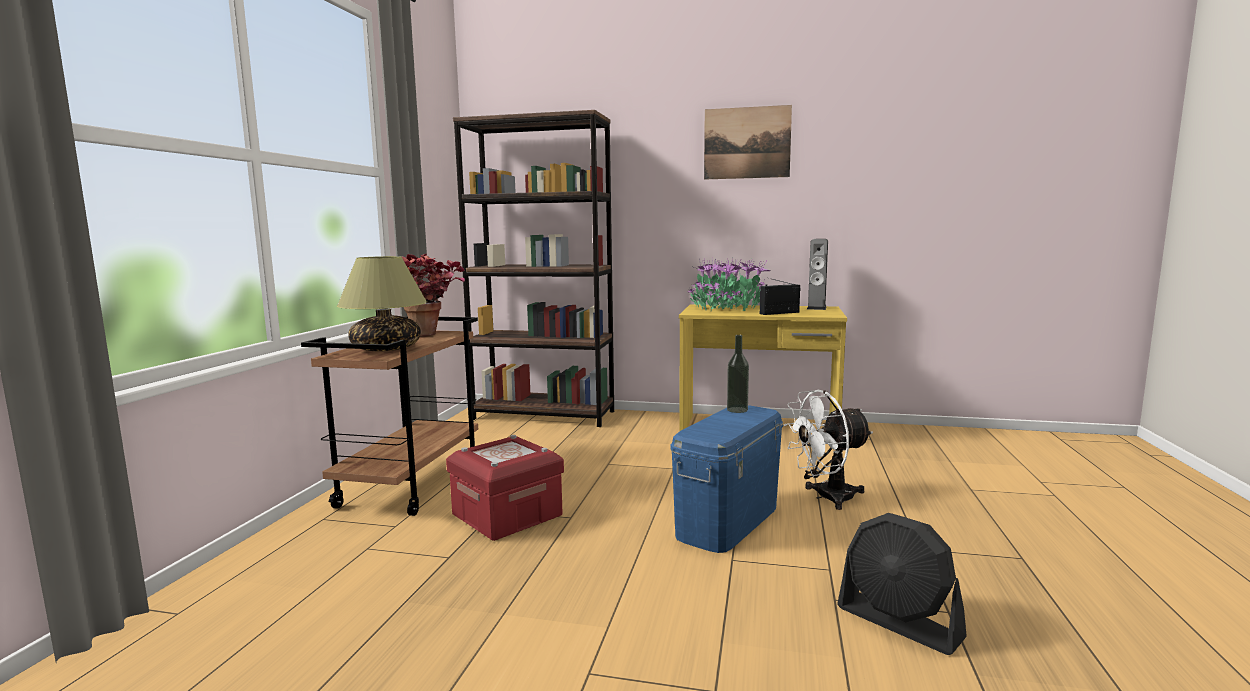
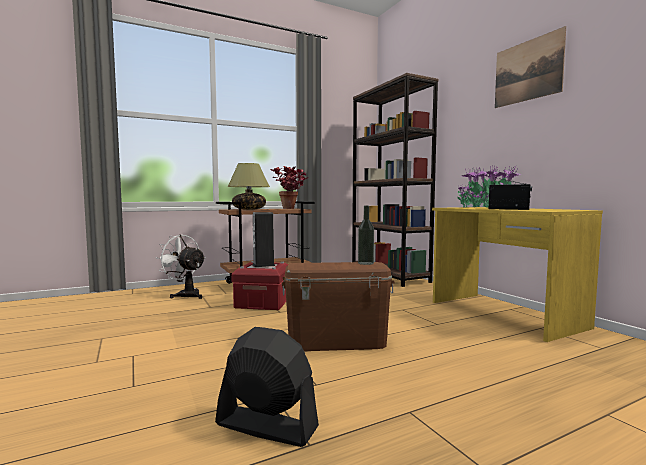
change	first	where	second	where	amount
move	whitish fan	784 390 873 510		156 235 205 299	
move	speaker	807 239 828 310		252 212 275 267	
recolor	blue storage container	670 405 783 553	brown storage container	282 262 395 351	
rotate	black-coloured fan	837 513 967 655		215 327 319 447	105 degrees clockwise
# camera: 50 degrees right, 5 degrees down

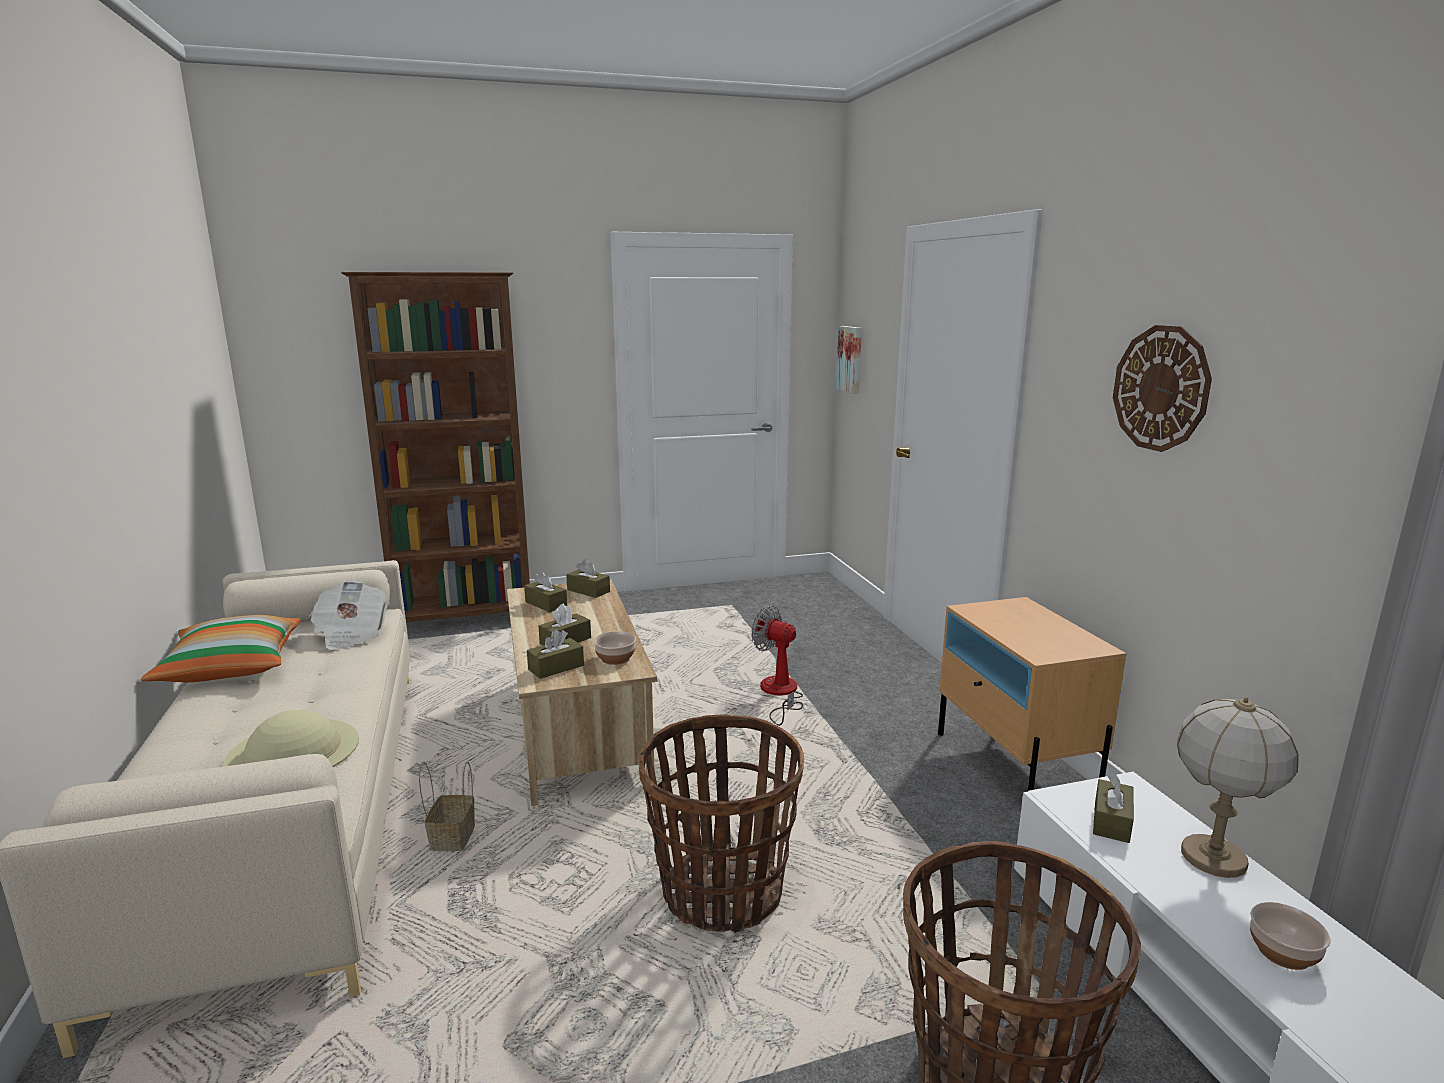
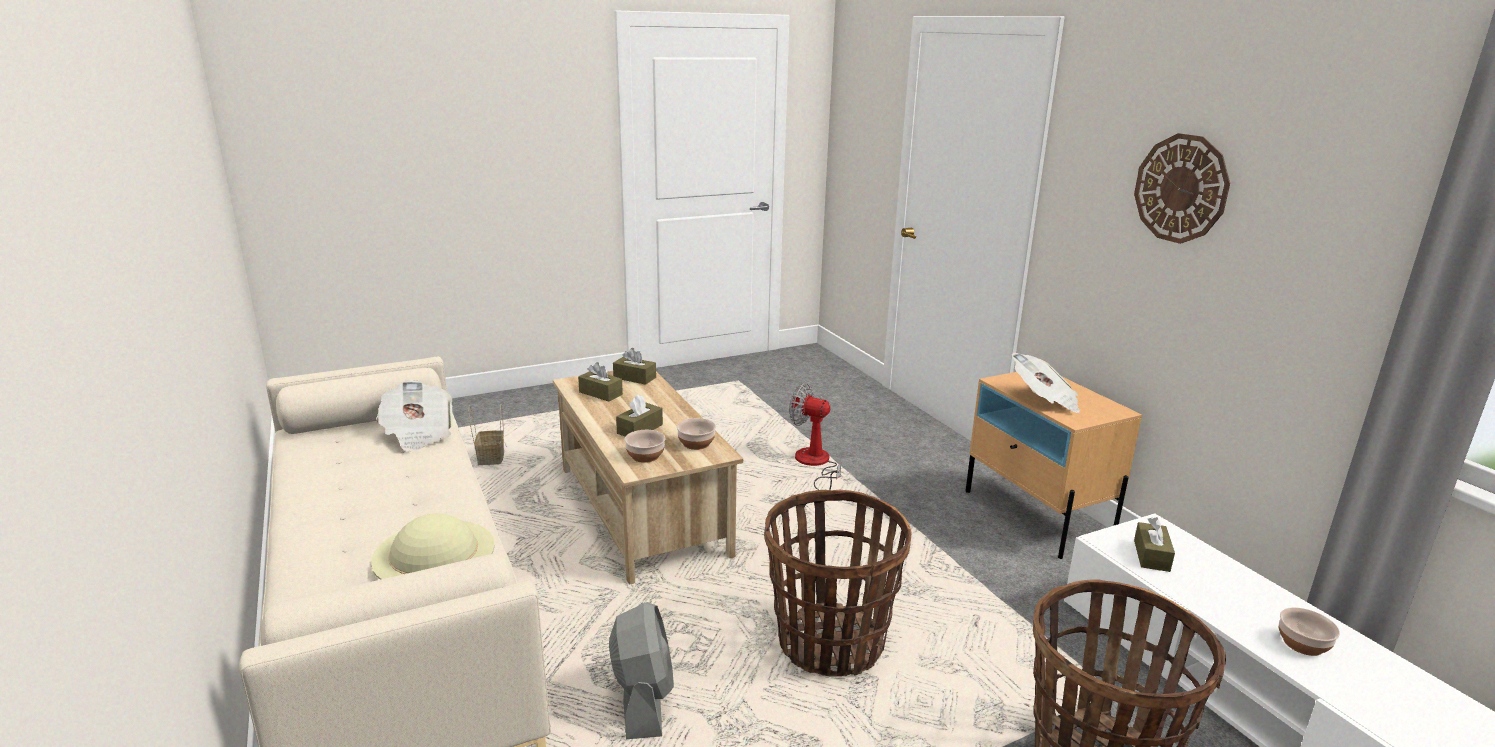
change	first	where	second	where	amount
delete	cushion	141 615 301 682			
delete	brown bookshelf	341 272 530 622			
delete	wall picture	836 326 862 394			
delete	table lamp	1177 697 1299 878			
insert			grey fan	609 602 674 739	
insert			newspaper	1012 352 1080 413	
move	household basket	419 761 475 851		468 404 504 465	
replace	brown box of tissues	527 629 584 679	bowl	625 430 665 463	
# camera: 10 degrees left, 5 degrees up

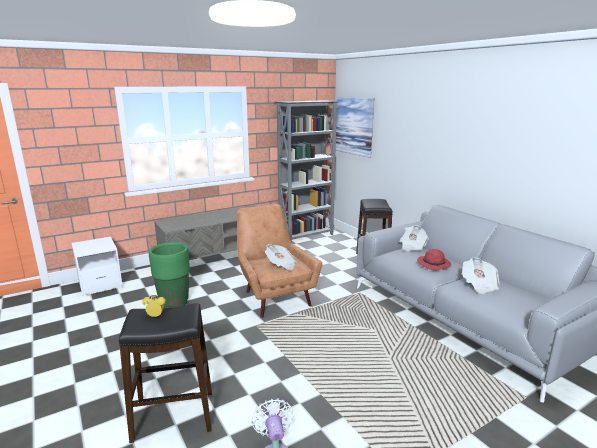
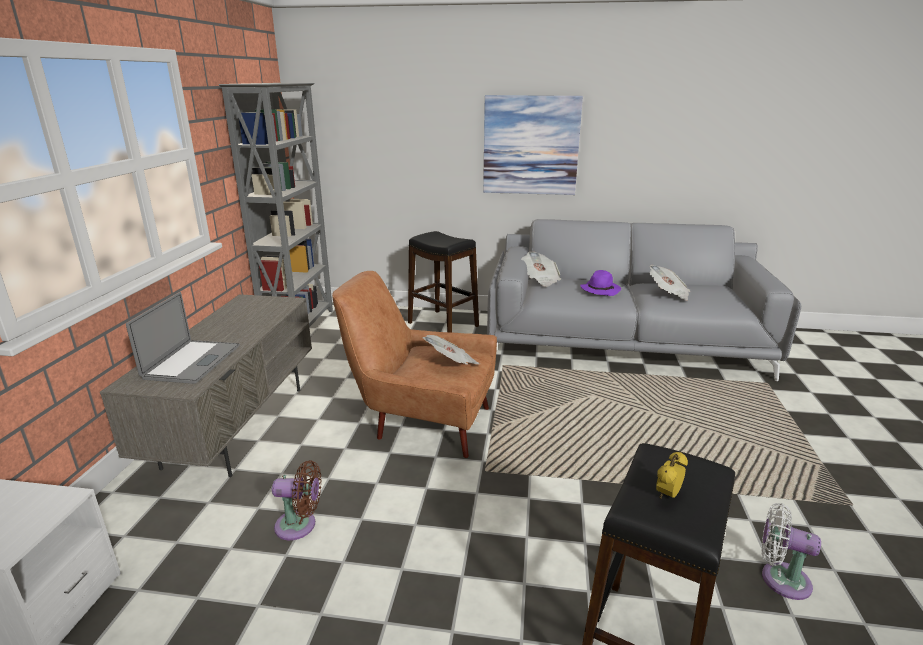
change	first	where	second	where	amount
insert			portable computer	126 292 240 384	
move	wall picture	336 97 374 158		483 95 583 195	
replace	green plant pot	149 242 190 308	brown fan	272 460 322 540	
recolor	reddish wearable hat	417 249 451 271	purple-coloured wearable hat	580 270 621 296	
# camera: 50 degrees left, 5 degrees up

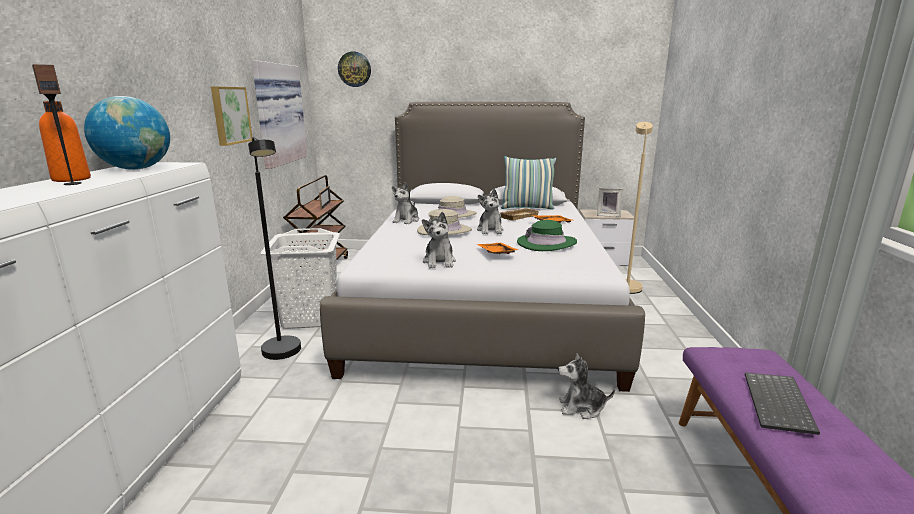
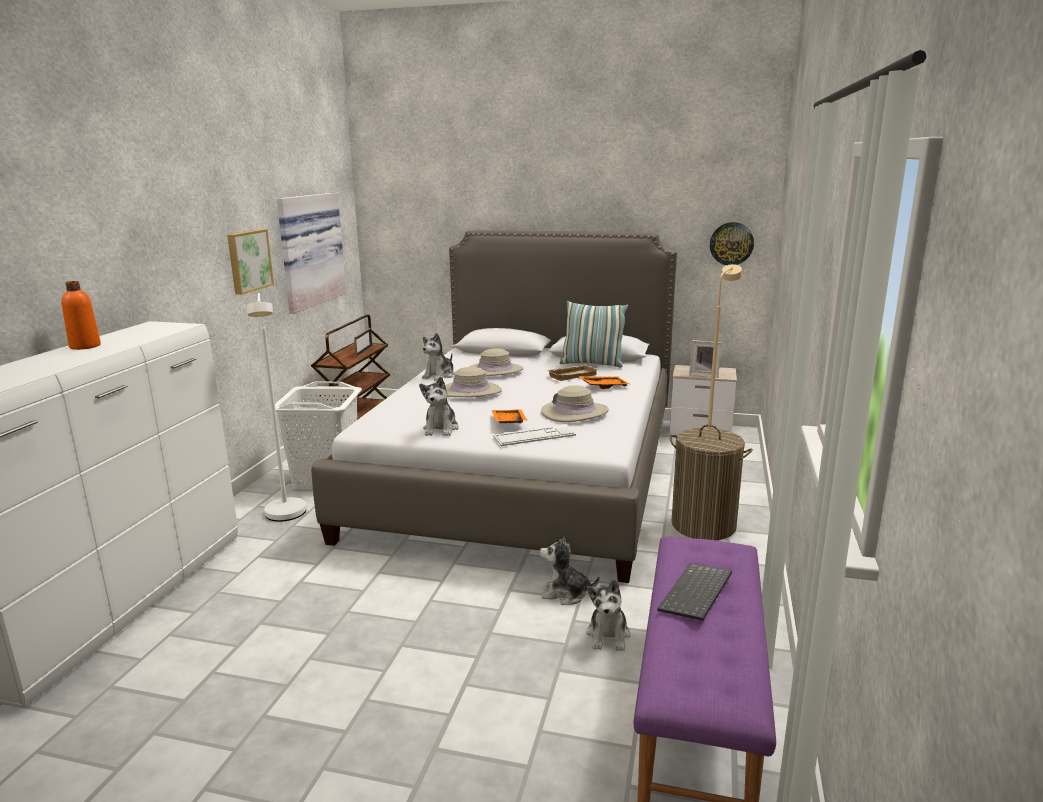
change	first	where	second	where	amount
delete	speaker	32 64 82 185			
delete	world globe	84 96 170 170			
insert			keyboard	493 425 576 446	
insert			laundry basket	670 425 753 540	
move	wall clock	338 51 371 87		710 222 754 265	
move	cuddly toy	477 189 504 234		587 579 630 651	
recolor	black-coloured standing lamp	248 136 301 360	whitish standing lamp	246 293 306 522	
recolor	green wearable hat	517 220 577 251	sand-coloured wearable hat	541 386 609 422	
# camera: 10 degrees right, 0 degrees up

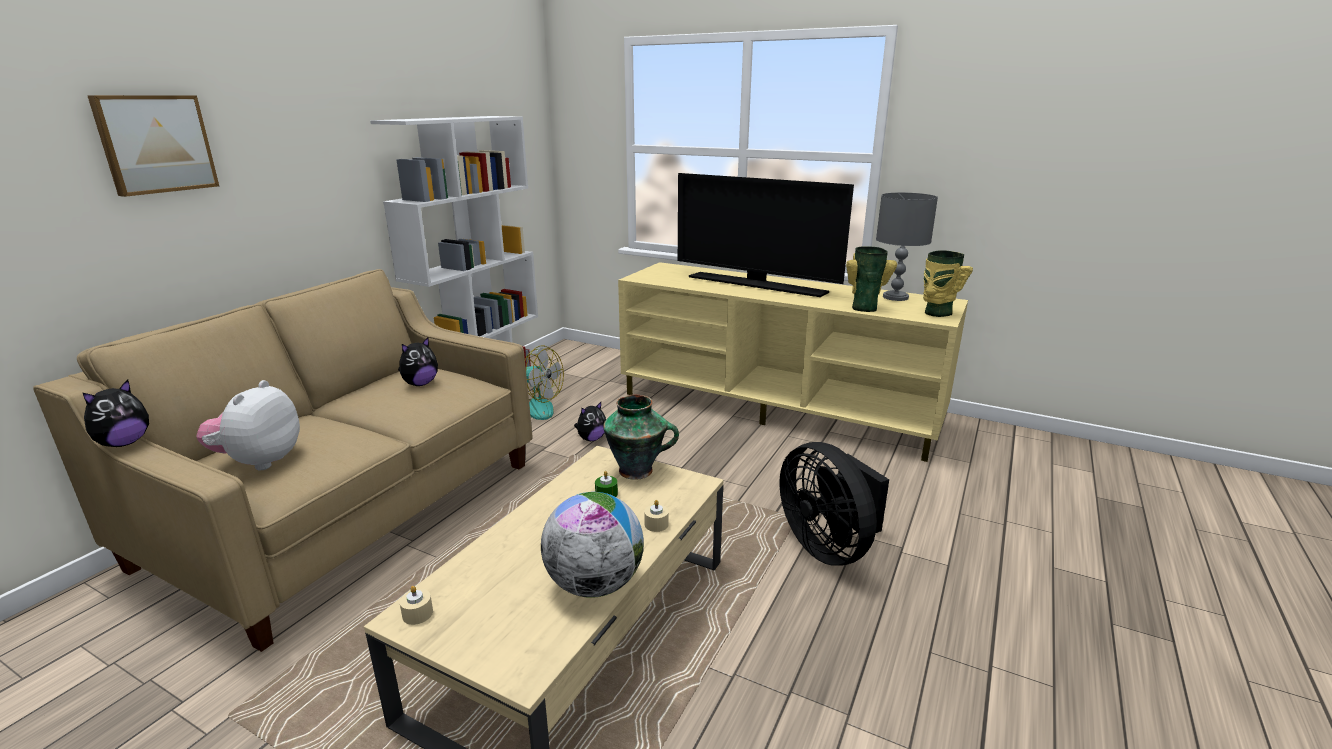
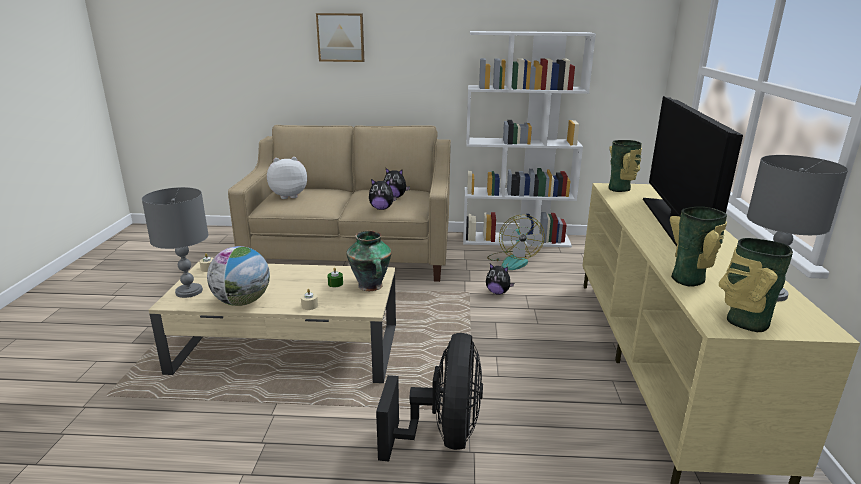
change	first	where	second	where	amount
insert			grey table lamp	142 187 209 298	
insert			decorative vase	608 140 642 192	
move	cuddly toy	83 380 149 447		369 179 397 210	
rotate	black-coloured fan	780 442 889 566		376 333 483 461	150 degrees clockwise
# camera: 65 degrees right, 0 degrees up

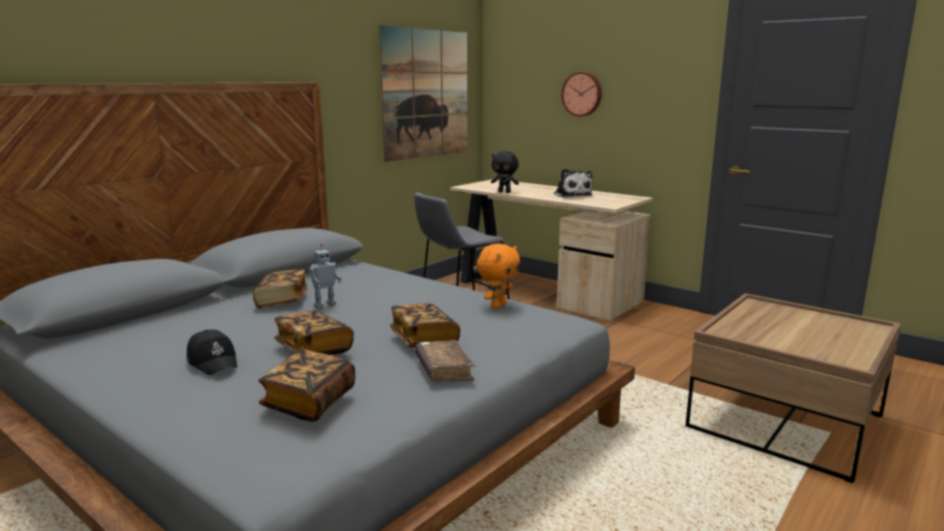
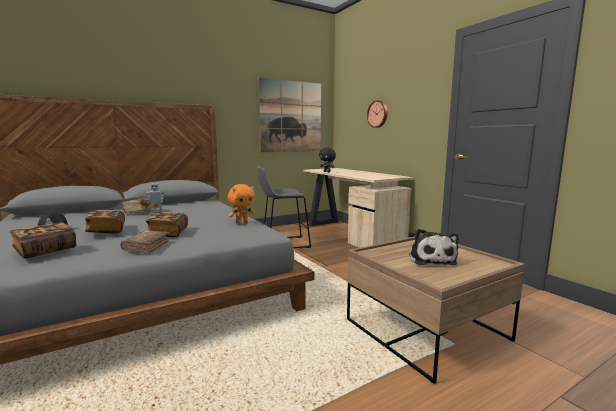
change	first	where	second	where	amount
move	cuddly toy	554 169 593 198		409 228 459 265	
# camera: 20 degrees right, 5 degrees down

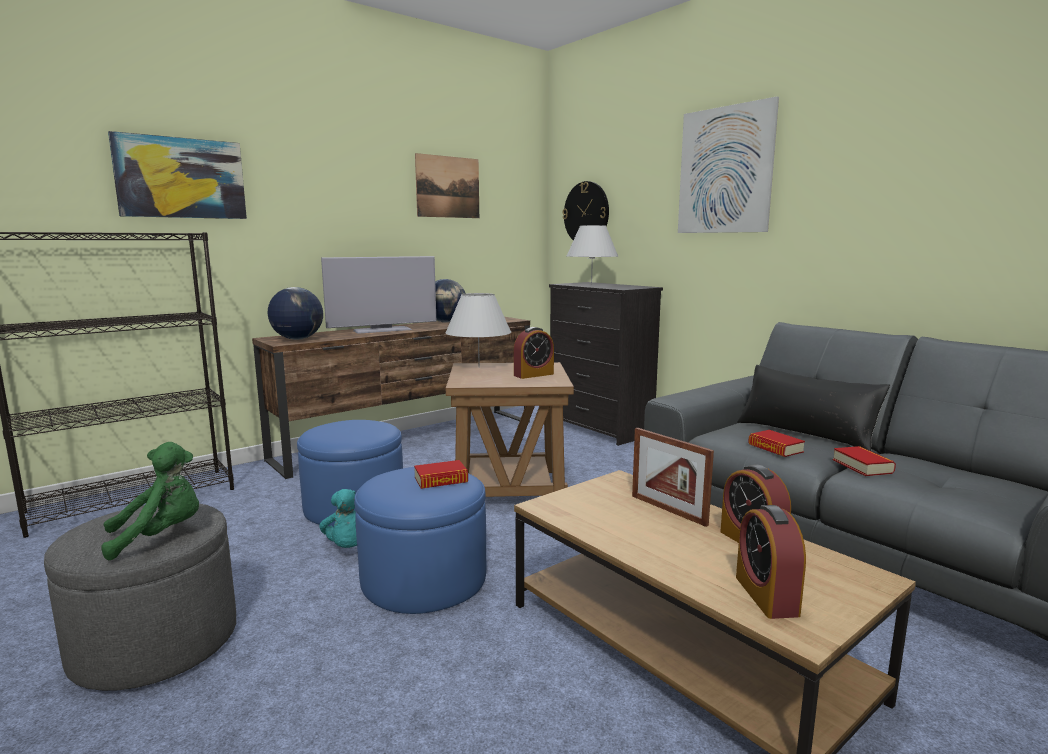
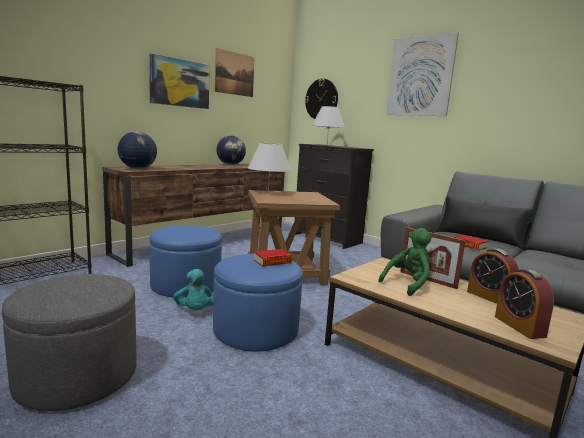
change	first	where	second	where	amount
delete	TV	321 256 436 334			
delete	alarm clock	514 327 554 379			
delete	book	833 446 896 476			
move	green cuddly toy	101 442 199 560		378 228 432 296	
move	wall picture	108 131 247 219		149 54 210 109	
# camera: 10 degrees left, 0 degrees up

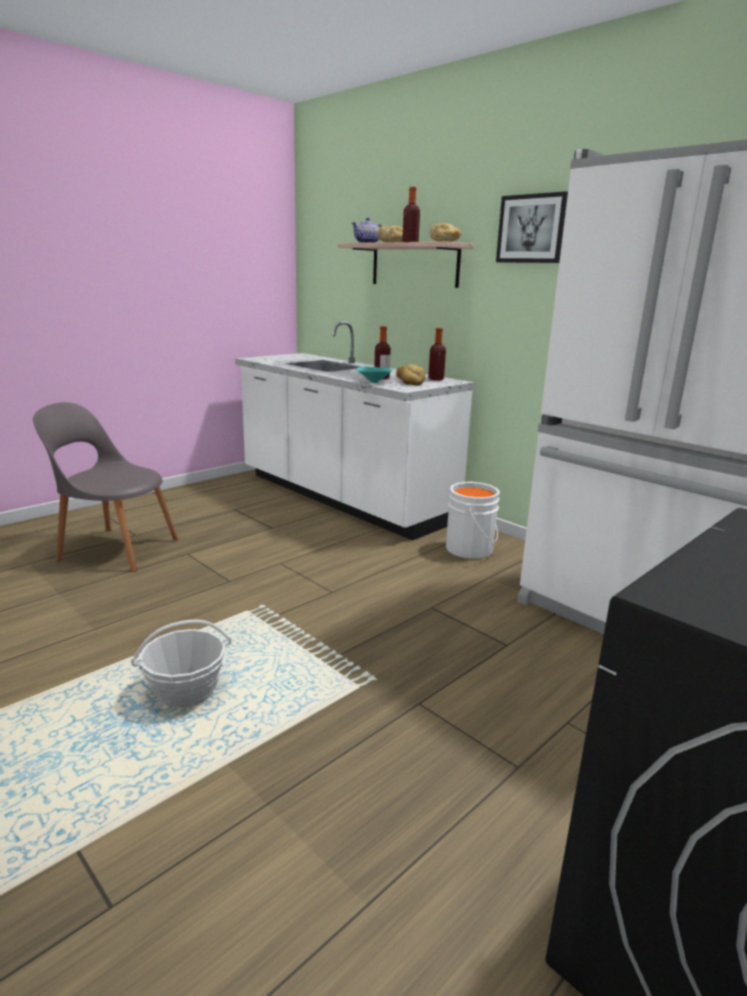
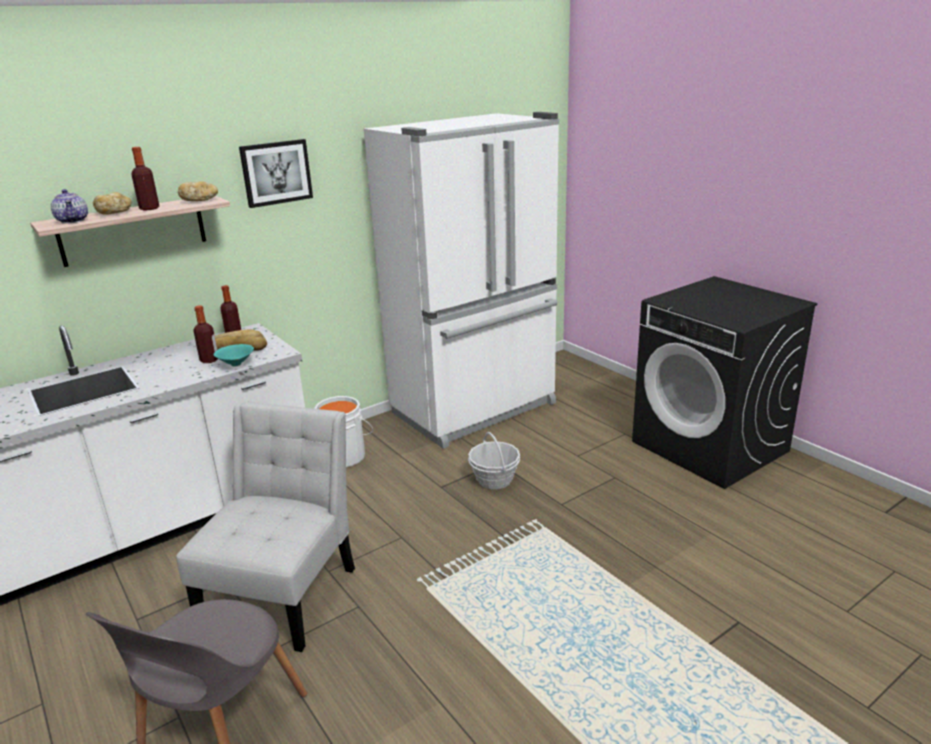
change	first	where	second	where	amount
insert			whitish upright chair	176 401 355 652	
move	household basket	131 620 231 708		468 432 520 489	
# camera: 80 degrees left, 5 degrees up

